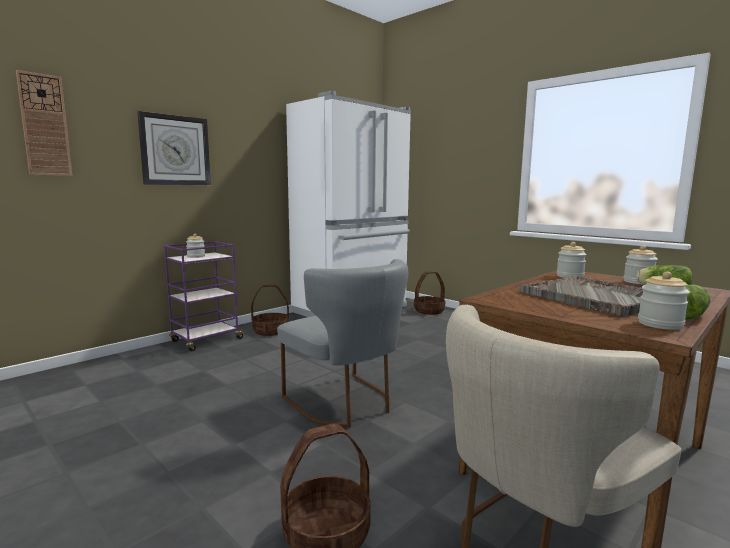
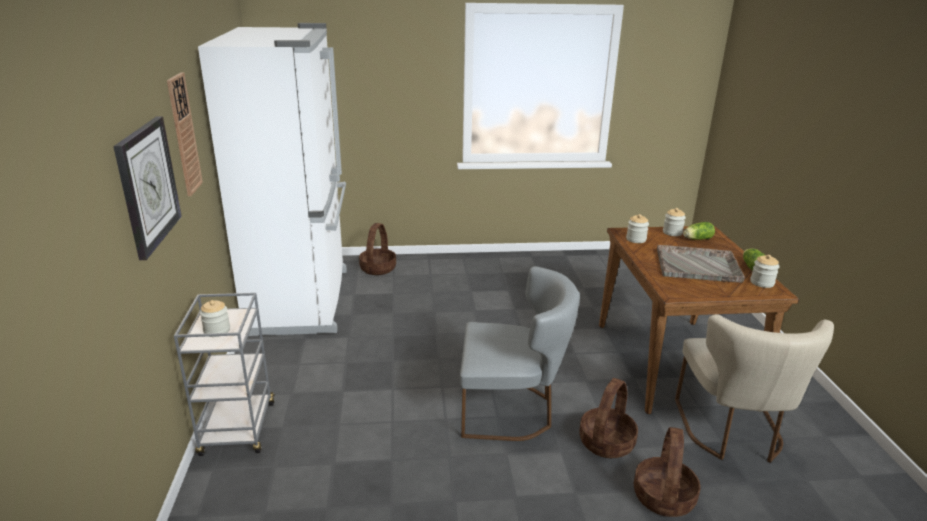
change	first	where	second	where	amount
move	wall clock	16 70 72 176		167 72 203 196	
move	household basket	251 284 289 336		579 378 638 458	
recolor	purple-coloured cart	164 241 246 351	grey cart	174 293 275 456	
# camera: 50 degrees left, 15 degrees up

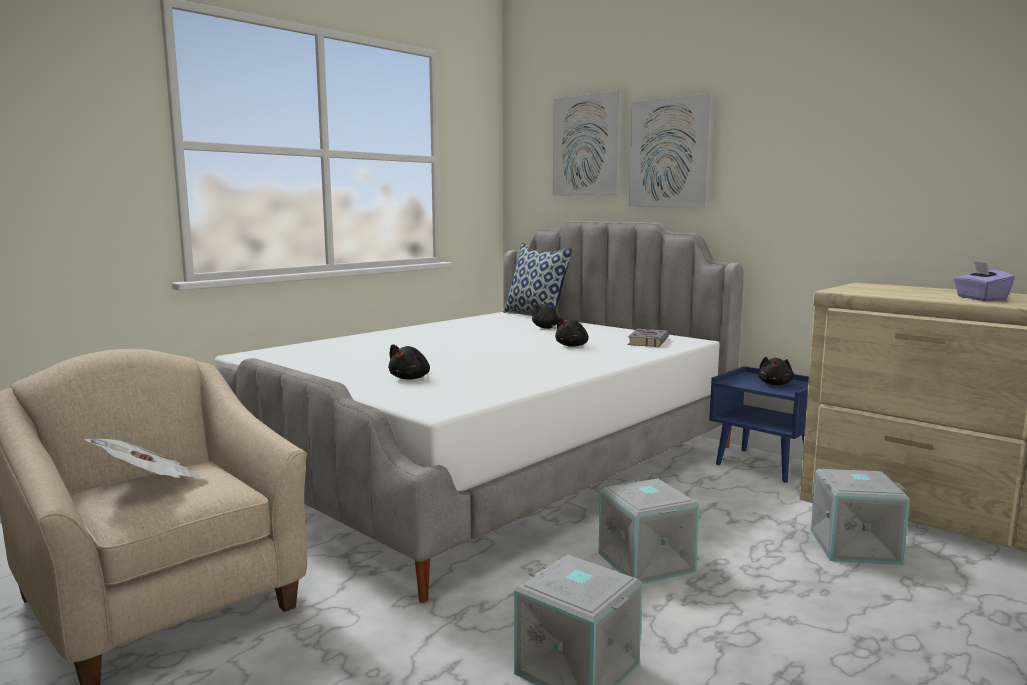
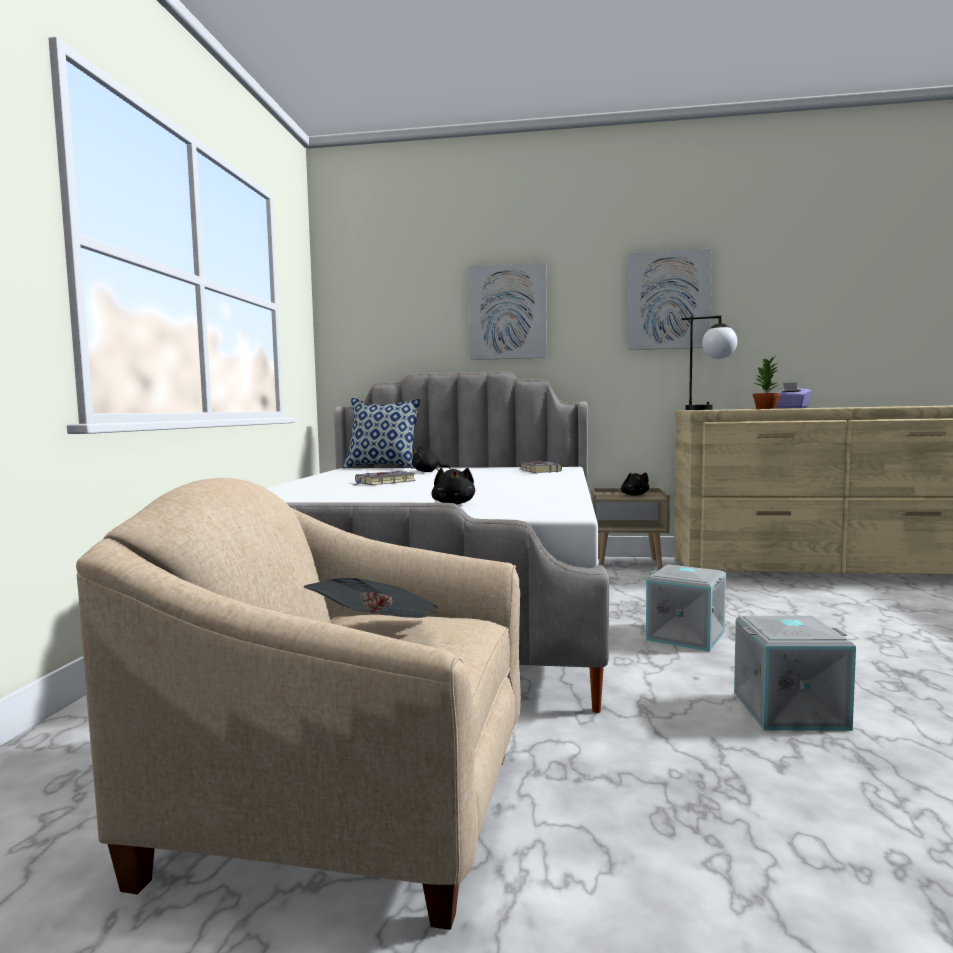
change	first	where	second	where	amount
delete	black-coloured cuddly toy	555 317 589 347			
delete	grey storage container	811 469 910 565			
insert			grey book	354 471 416 485	
insert			table lamp	682 316 737 410	
insert			plant in a pot	753 357 780 409	
move	wall picture	553 91 623 195		628 249 712 350	
recolor	blue bedside table	709 366 809 483	sand-coloured bedside table	591 488 670 570	
# camera: 35 degrees left, 5 degrees down

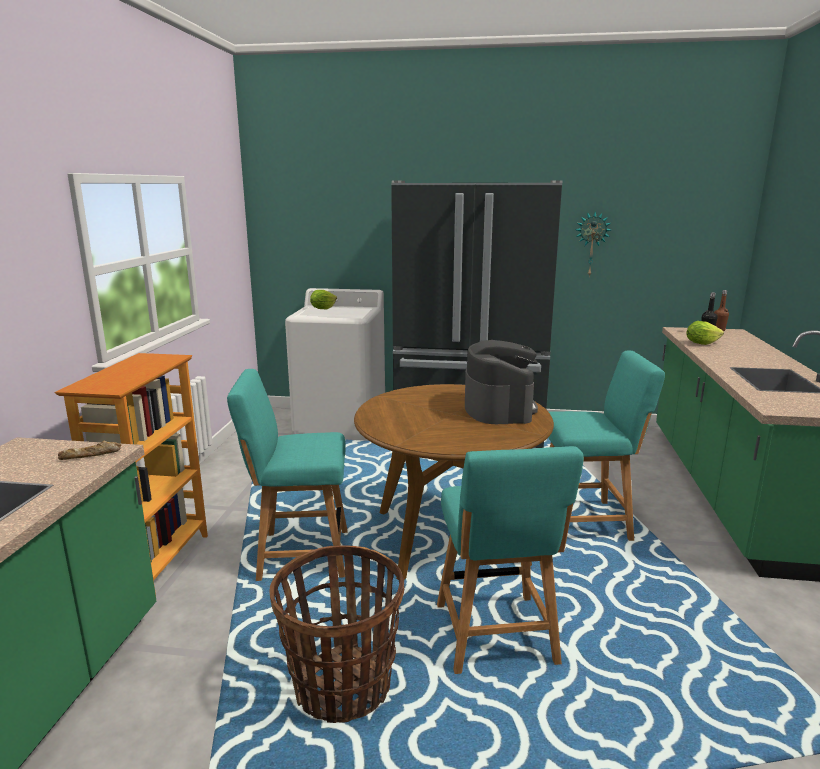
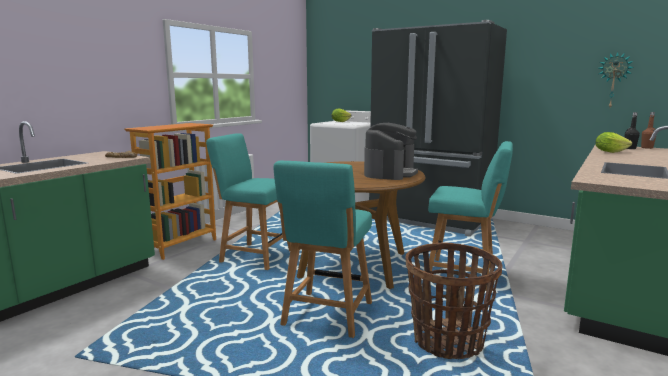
change	first	where	second	where	amount
move	household basket	269 545 404 723		406 243 503 359	
move	wall clock	575 211 611 276		599 52 634 107	
# camera: 25 degrees right, 5 degrees down

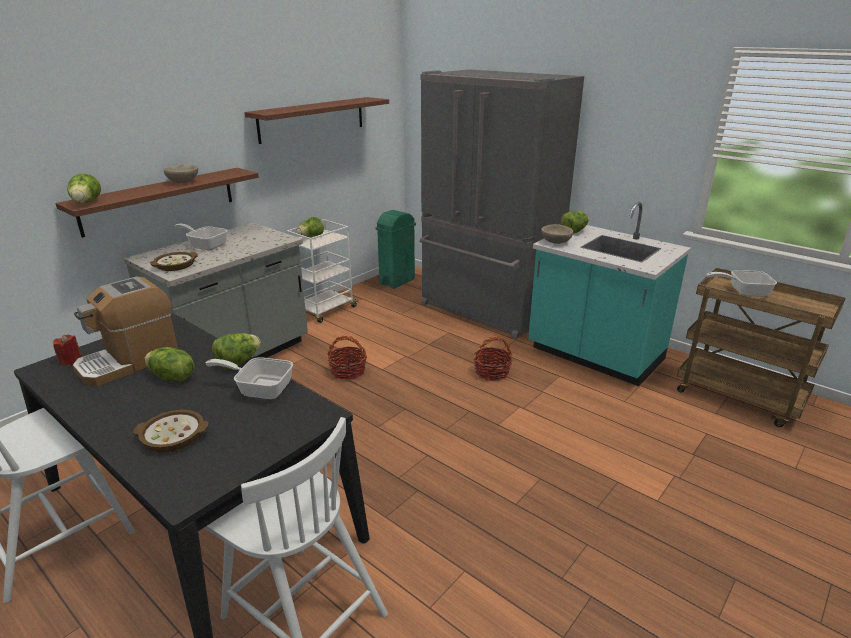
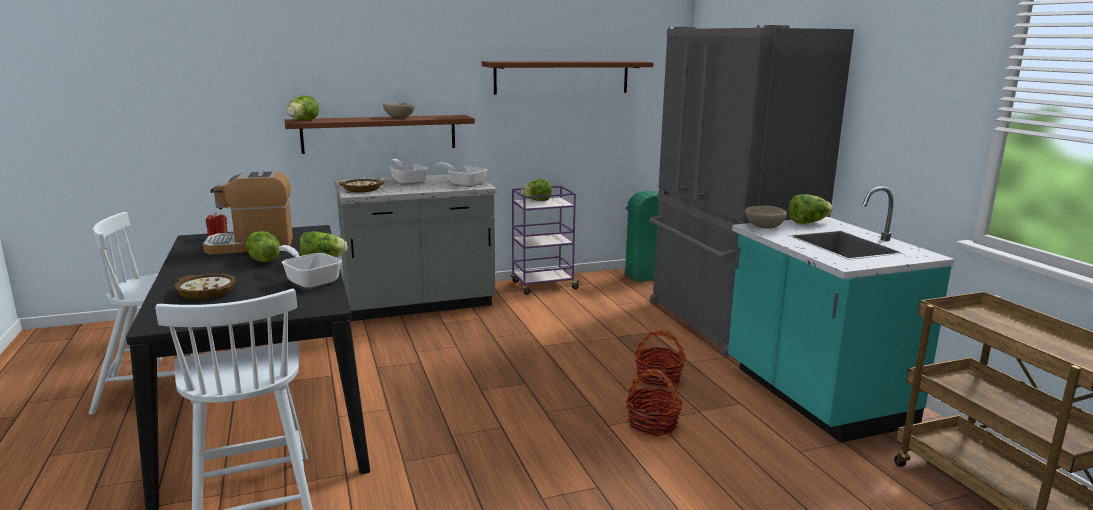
change	first	where	second	where	amount
move	household basket	327 336 367 380		626 370 683 436	
move	frying pan	707 270 777 296		435 162 487 187	
recolor	whitish cart	287 219 359 323	purple-coloured cart	511 186 581 295	
# camera: 30 degrees right, 10 degrees down

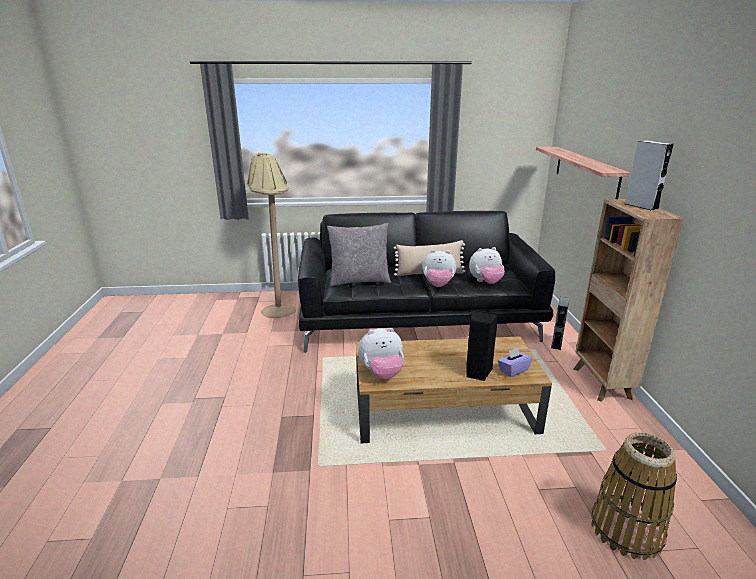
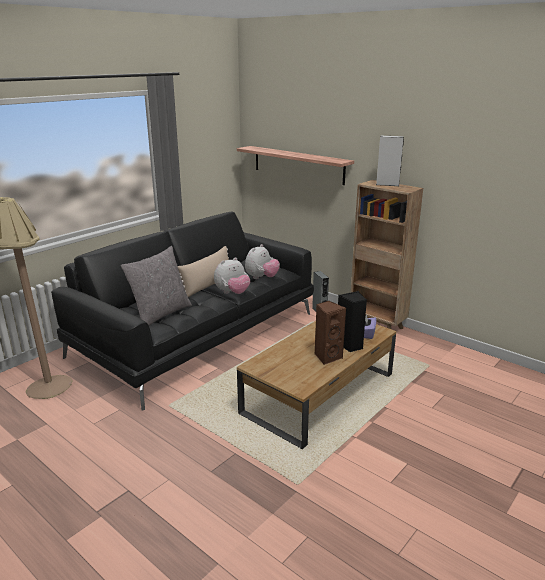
change	first	where	second	where	amount
delete	cuddly toy	358 328 404 380			
delete	household basket	591 432 677 560			
insert			brown speaker	315 301 346 365	
# camera: 45 degrees left, 0 degrees up

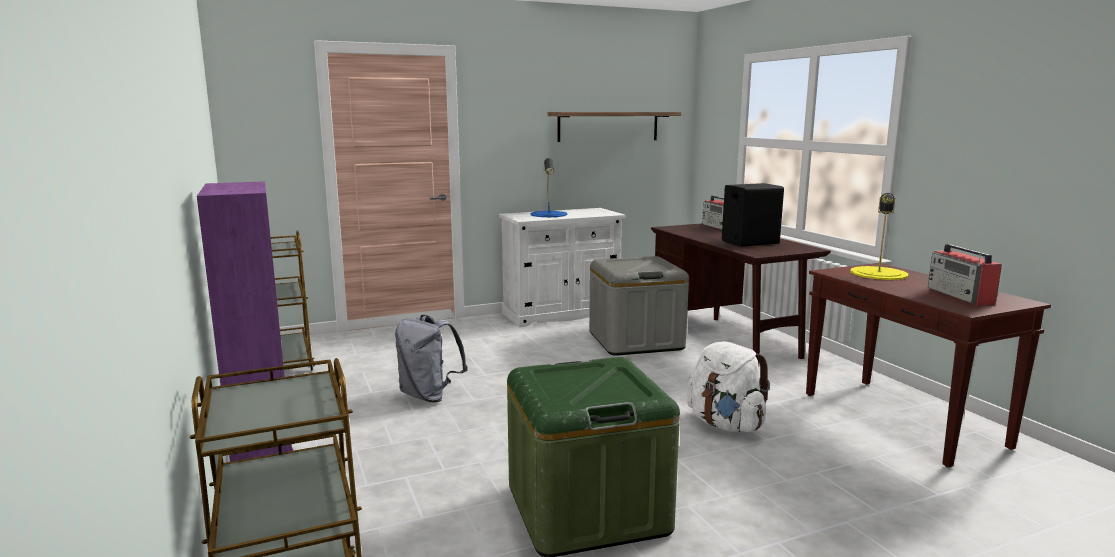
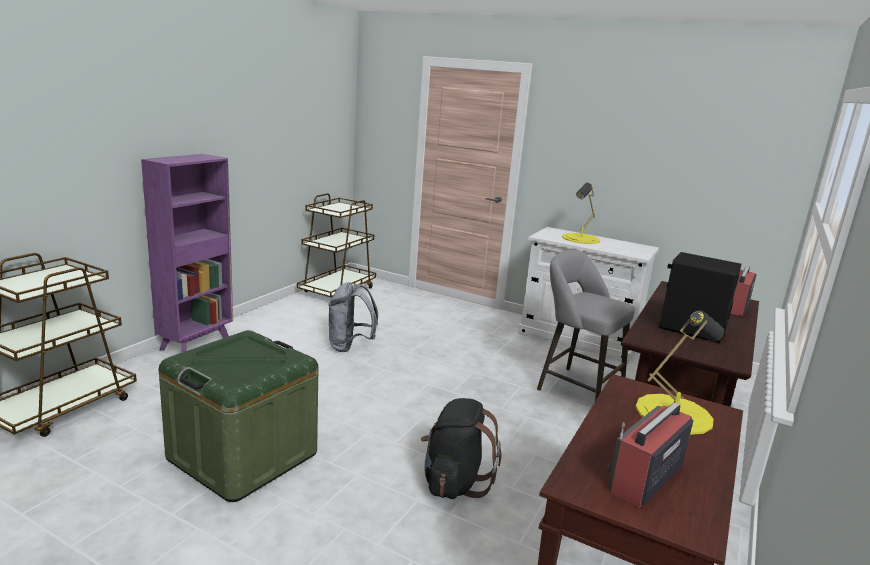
change	first	where	second	where	amount
delete	wall shelf	547 112 681 142			
replace	grey storage container	589 256 689 356	grey stool seat	537 250 635 401	
recolor	blue table lamp	530 158 567 217	yellow table lamp	562 183 600 244	
recolor	whitish backpack	686 341 770 432	black-coloured backpack	421 398 502 499	
# camera: 50 degrees right, 5 degrees up

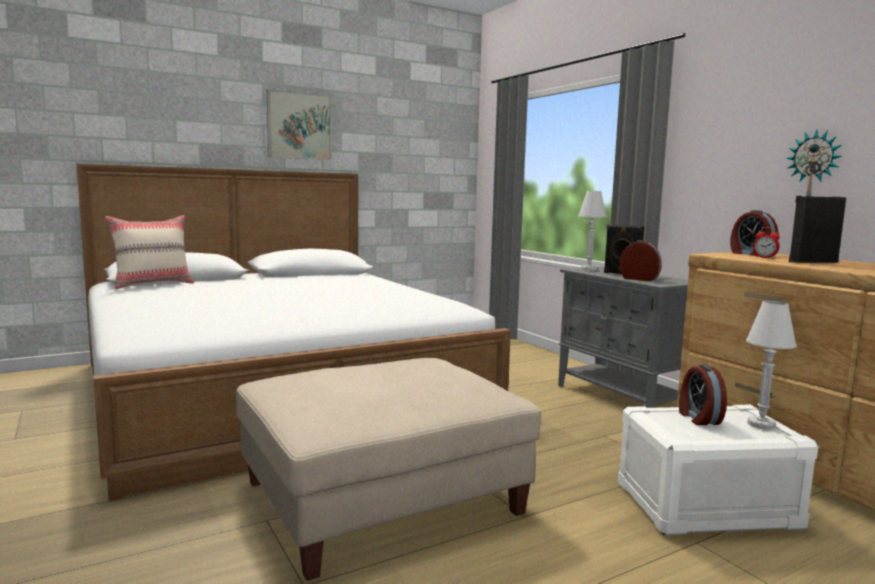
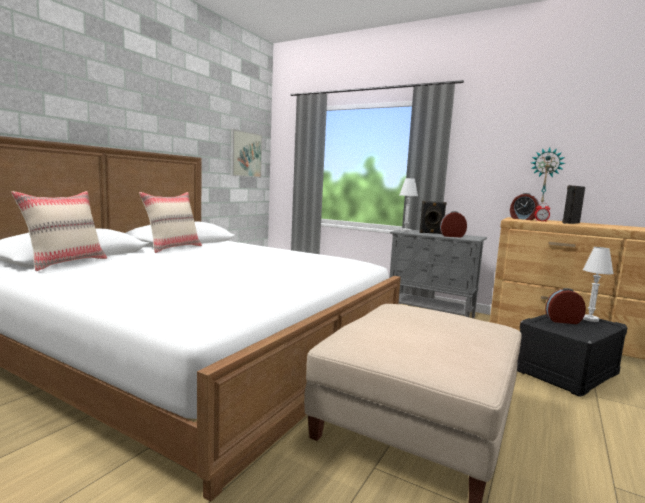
change	first	where	second	where	amount
insert			sand-coloured cushion	139 192 202 253	
move	wall picture	267 89 332 160		231 129 262 178	
recolor	whitish storage container	618 405 819 536	black-coloured storage container	517 314 628 397	
rotate	alarm clock	679 364 727 425		545 288 586 324	135 degrees clockwise
# camera: 30 degrees left, 0 degrees up

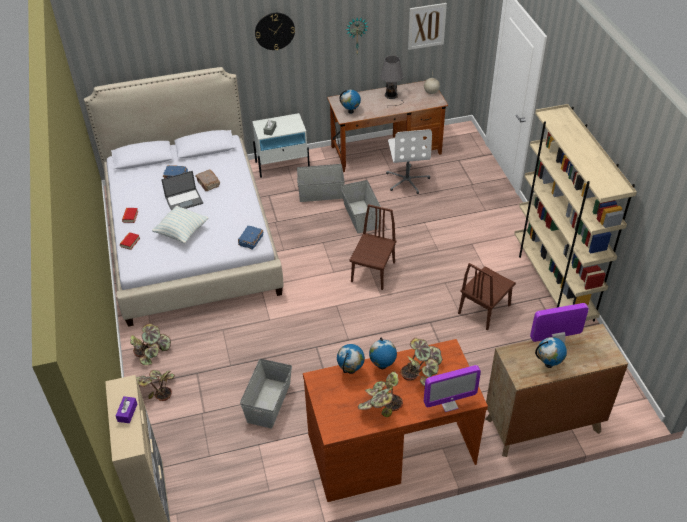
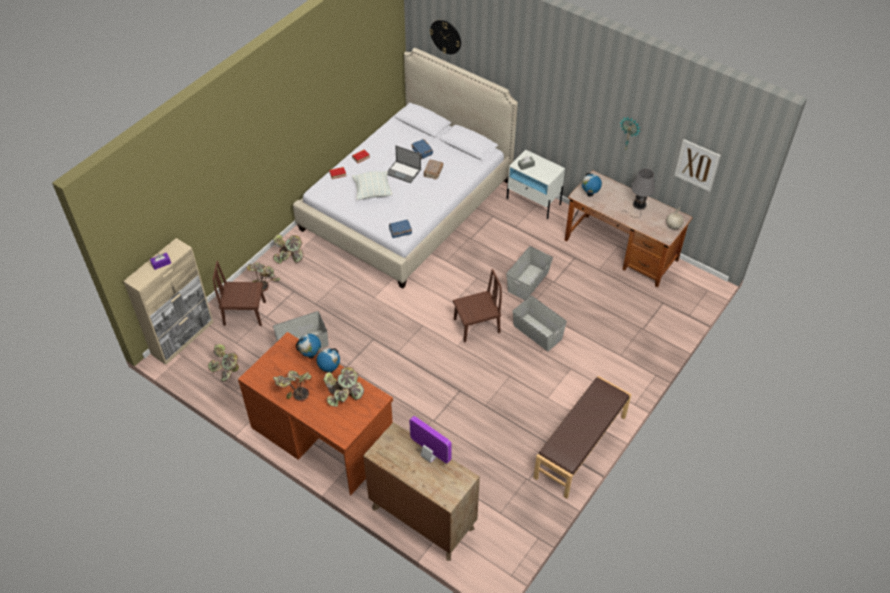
change	first	where	second	where	amount
delete	whitish computer chair	386 129 432 194			
delete	monitor	424 365 481 412			
delete	world globe	535 337 567 368			
insert			plant in a pot	208 344 239 382	
move	wall clock	255 13 295 50		430 20 461 54	
move	grey storage container	297 164 345 202		512 296 567 351	
move	brown upright chair	458 263 516 330		213 261 266 326	
replace	sand-coloured bookshelf	514 104 637 321	brown long seat	533 376 632 499	
# camera: 50 degrees right, 5 degrees up

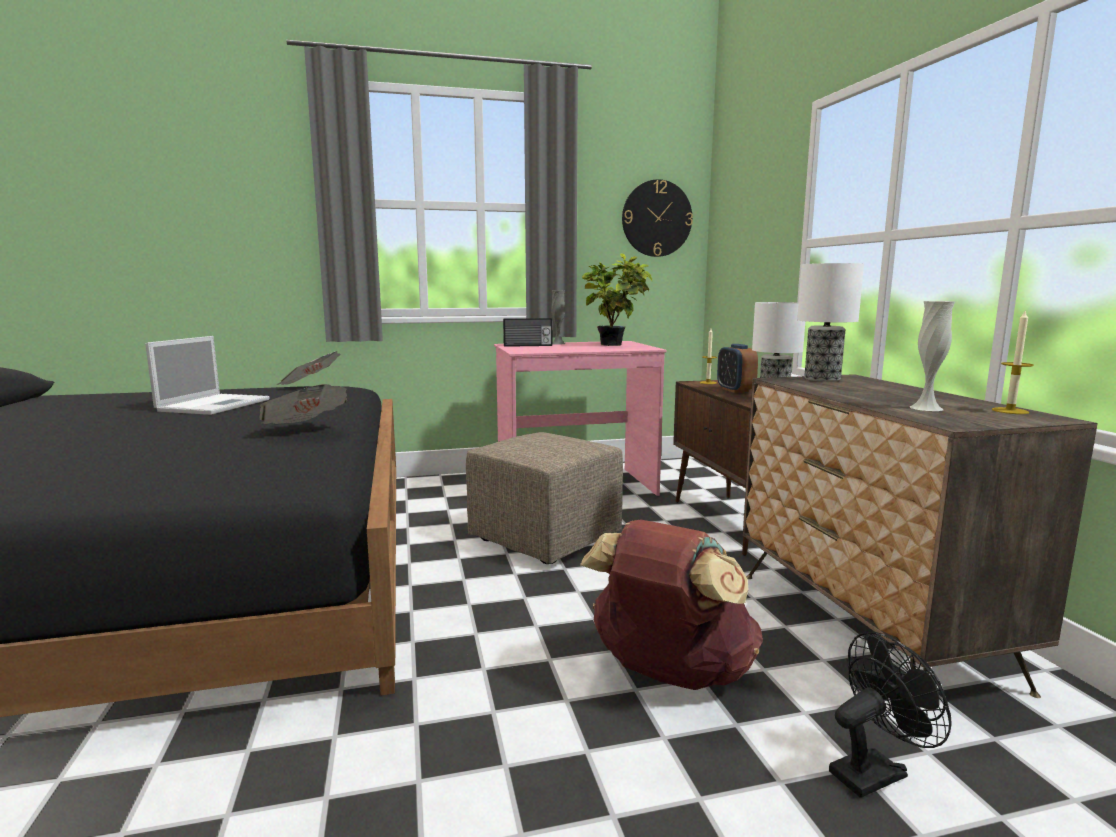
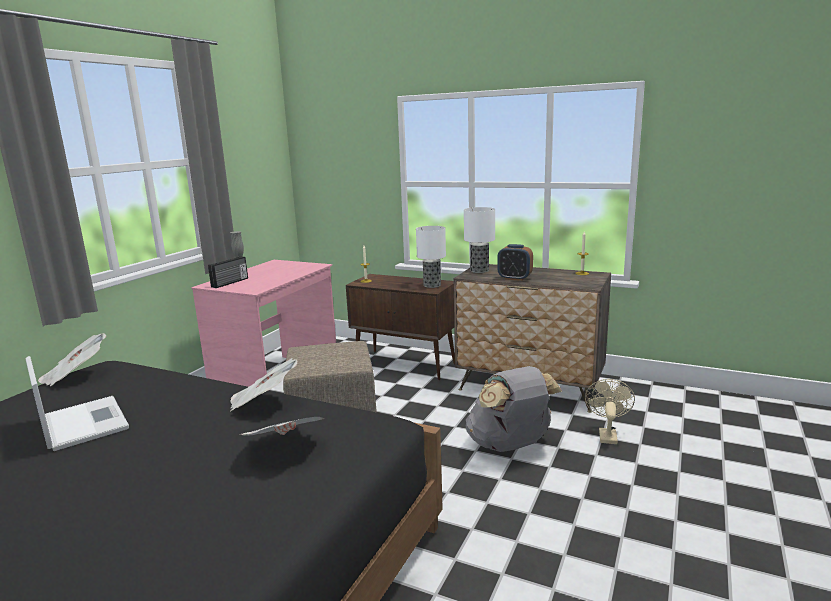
change	first	where	second	where	amount
delete	plant in a pot	582 253 652 346			
delete	wall clock	622 179 693 257			
delete	whitish decorative vase	909 301 955 411			
insert			newspaper	240 417 324 436	
move	alarm clock	717 344 758 393		497 244 533 281	
recolor	brown backpack	580 520 763 690	grey backpack	465 366 562 452	
recolor	black-coloured fan	829 632 952 798	sand-coloured fan	585 379 635 444	
# camera: 50 degrees left, 5 degrees up

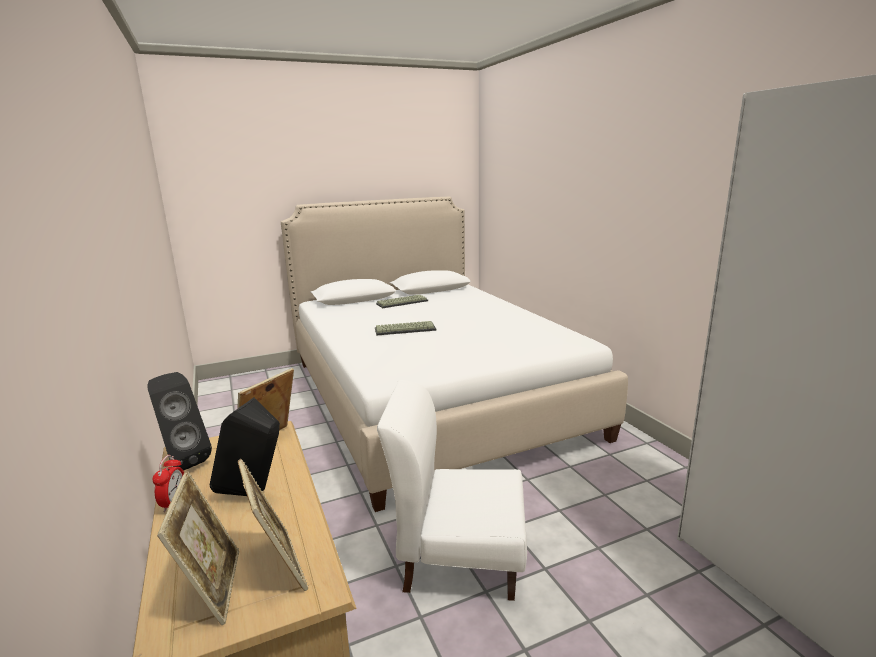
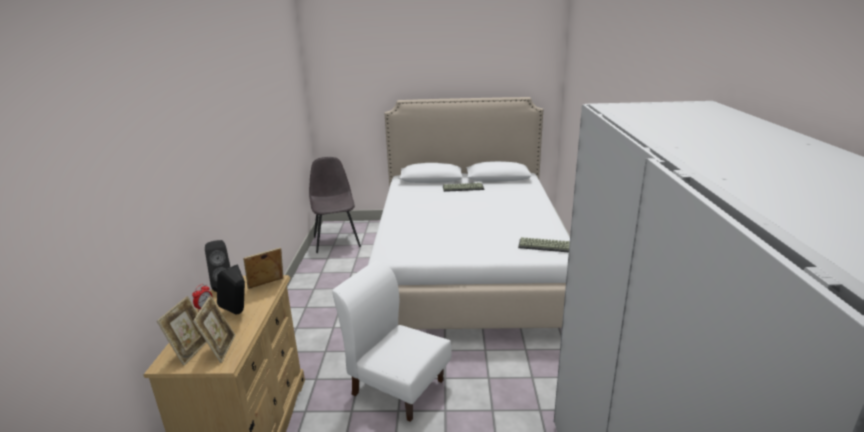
change	first	where	second	where	amount
insert			grey upright chair	309 157 361 253	
move	keyboard	375 321 436 336		518 237 570 253	
# camera: 25 degrees right, 5 degrees up

